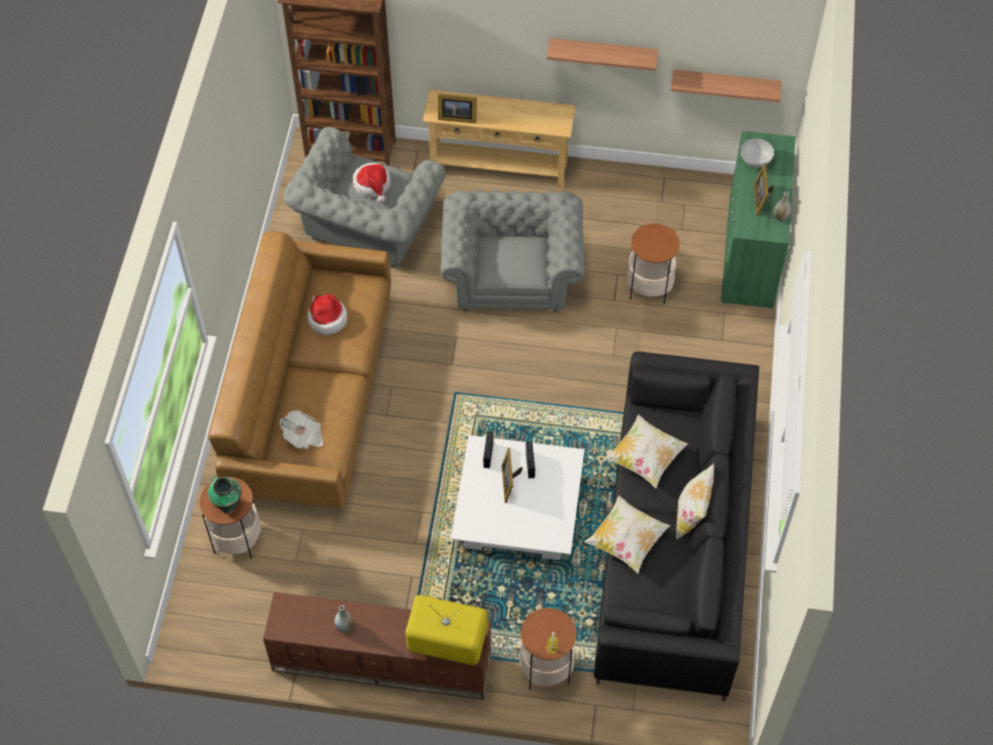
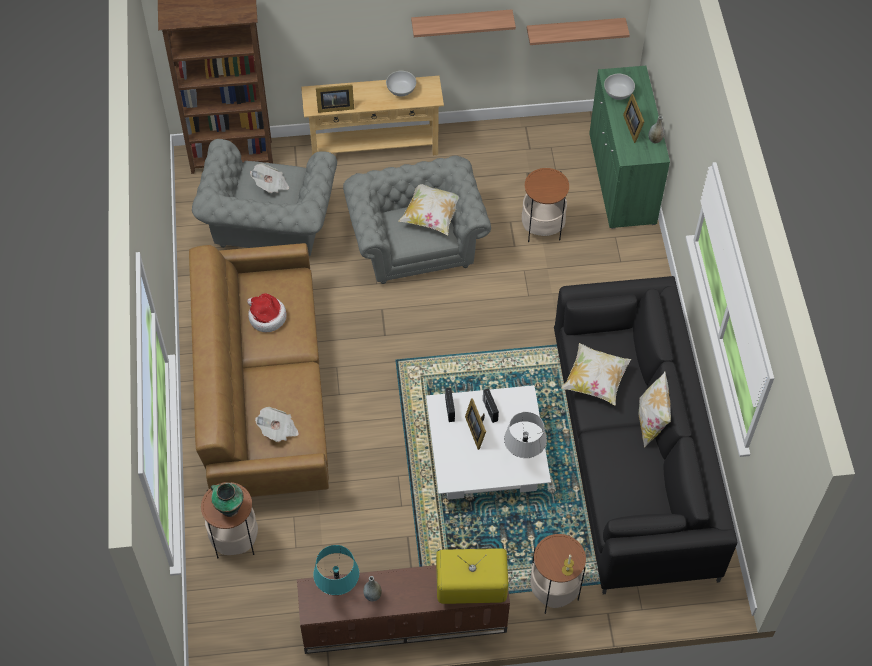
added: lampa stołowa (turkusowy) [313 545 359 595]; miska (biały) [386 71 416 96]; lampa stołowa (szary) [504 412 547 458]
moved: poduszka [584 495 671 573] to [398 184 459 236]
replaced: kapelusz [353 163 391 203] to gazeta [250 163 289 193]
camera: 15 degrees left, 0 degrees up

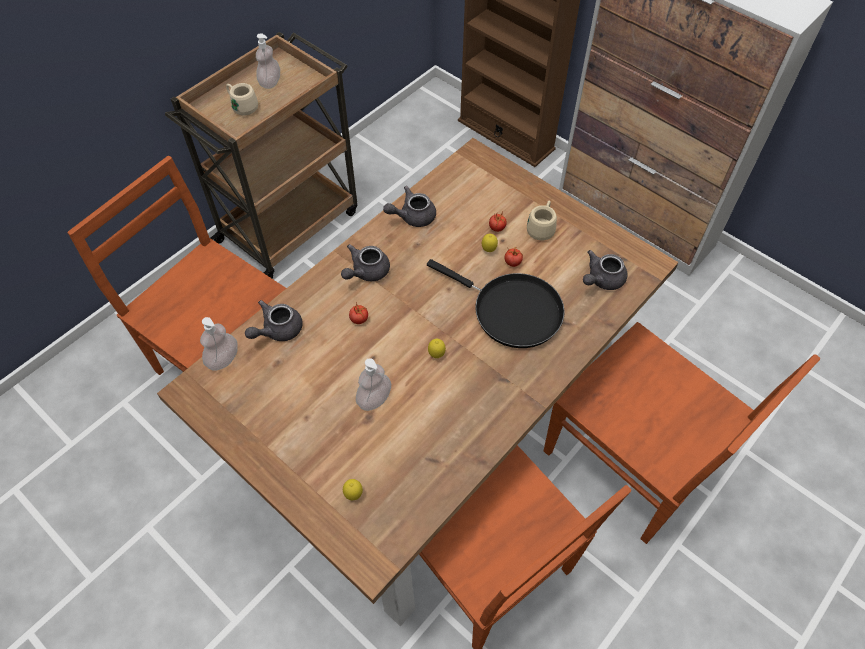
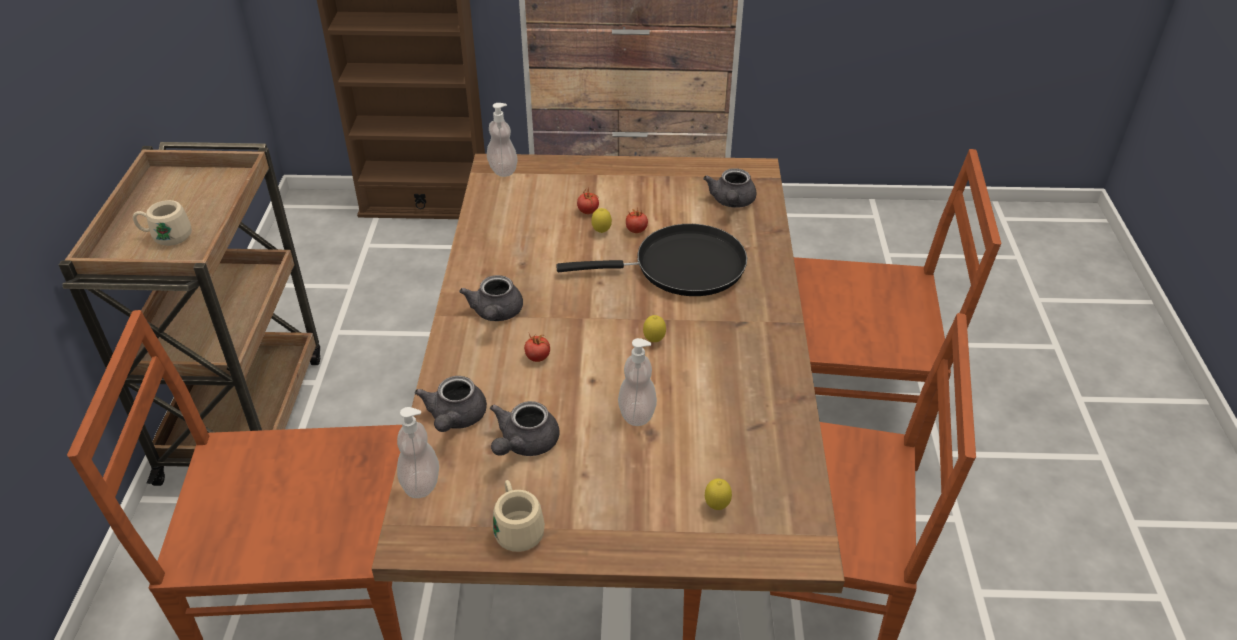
moved: dozownik mydła [256 33 280 89] to [487 103 518 177]; imbryk (szary) [383 186 436 227] to [490 401 559 456]; kubek (beżowy) [527 200 557 240] to [493 480 545 552]
camera: 40 degrees left, 15 degrees down

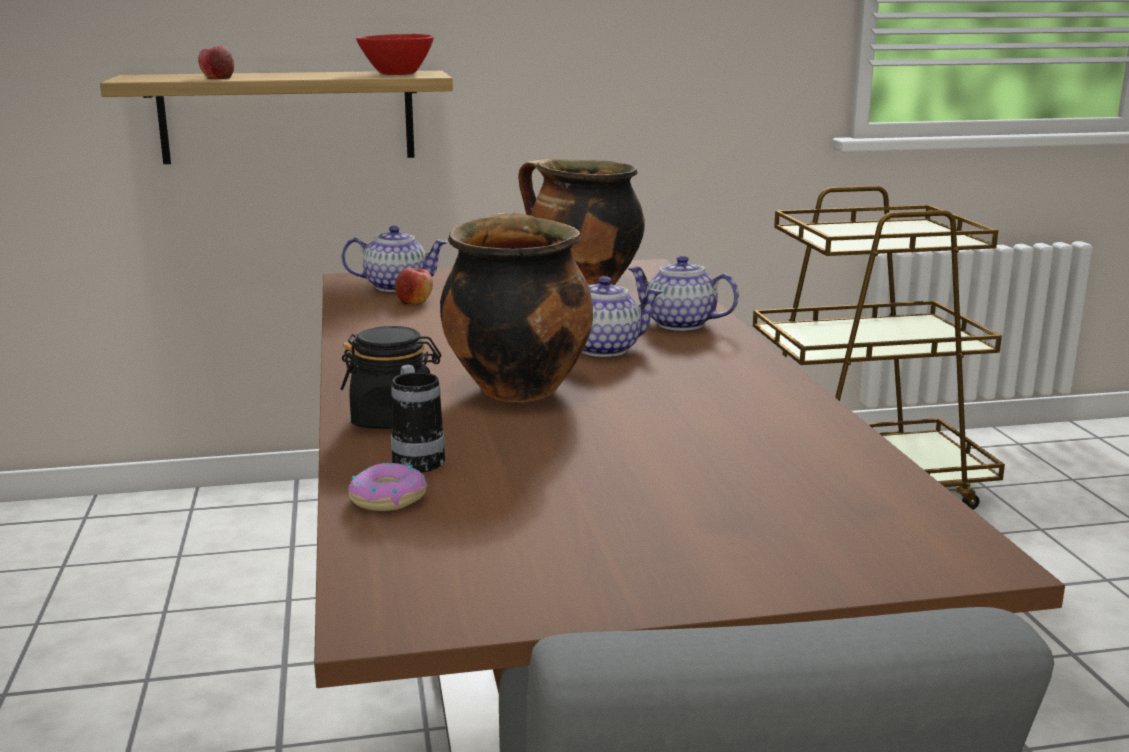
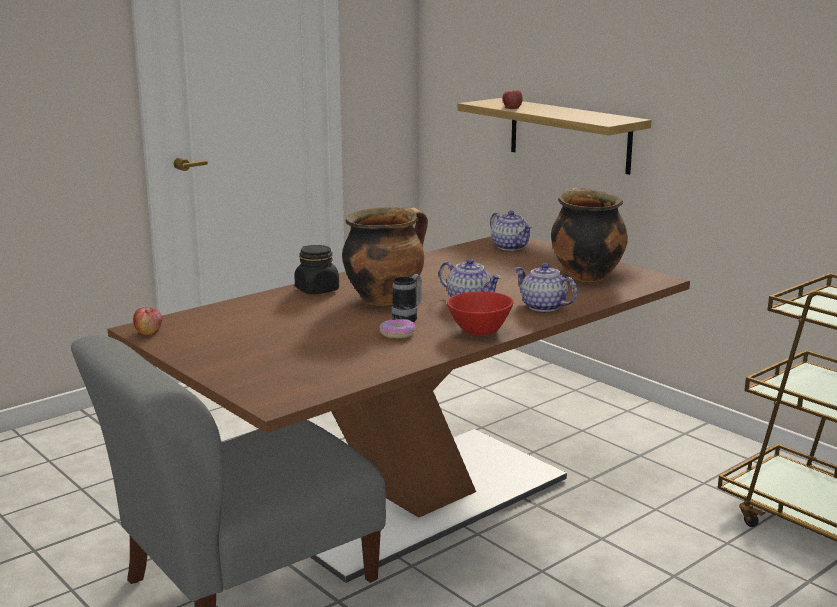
moved: donut [348 463 428 511] to [380 319 416 338]; miska (czerwony) [356 34 434 75] to [447 292 514 335]; kubek [391 364 445 472] to [391 274 422 322]; jabłko [395 268 433 304] to [133 307 162 335]
turned: imbryk [628 255 739 331] = [514 263 578 312] 45 degrees counterclockwise
camera: 60 degrees right, 0 degrees up

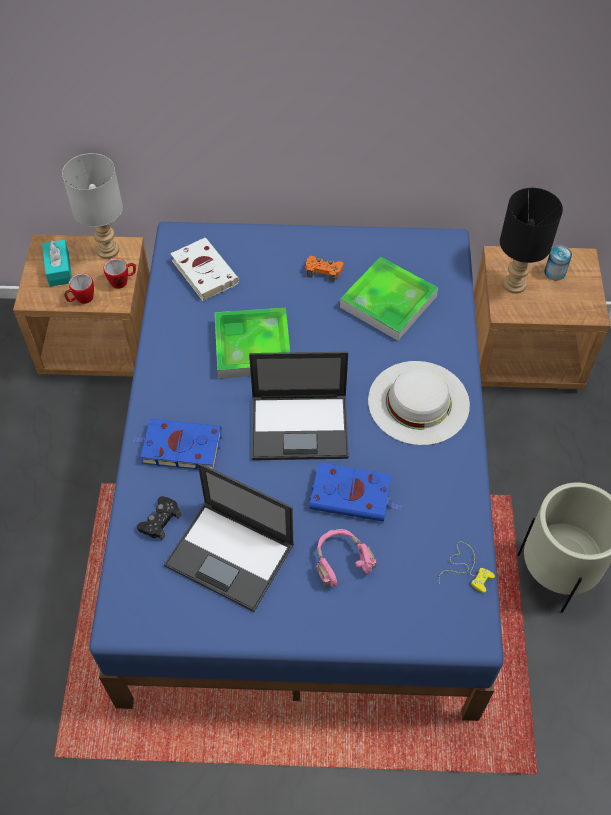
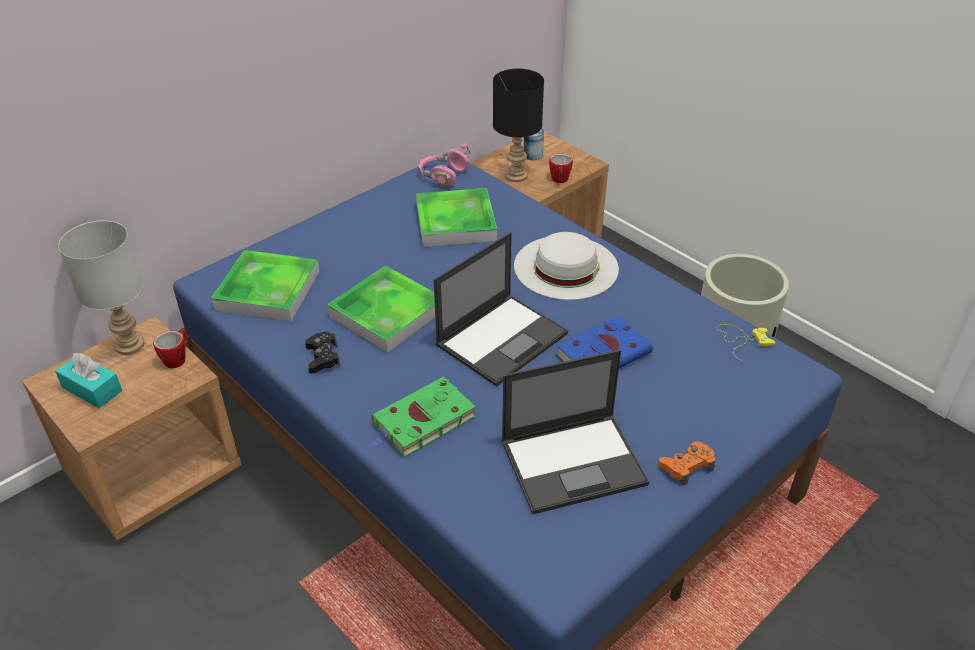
moved: kubek [64 273 94 304] to [549 153 573 183]; pad do gier (czarny) [137 496 181 540] to [305 332 340 374]; pad do gier (pomarańczowy) [306 256 343 282] to [658 441 715 486]; słuchawki (różowy) [316 529 377 587] to [419 143 471 187]
replaced: książka (biały) [170 238 239 301] to taca [211 250 319 322]
recoloured: książka (niebieski) [133 419 222 470] to książka (zielony) [369 377 476 457]
camera: 45 degrees left, 15 degrees down

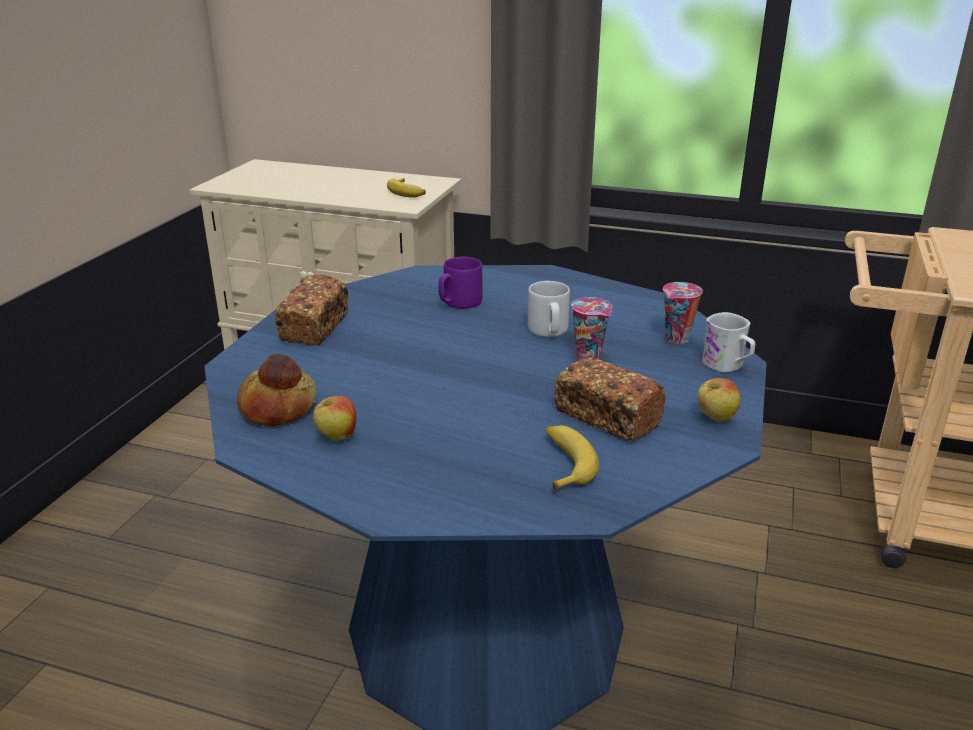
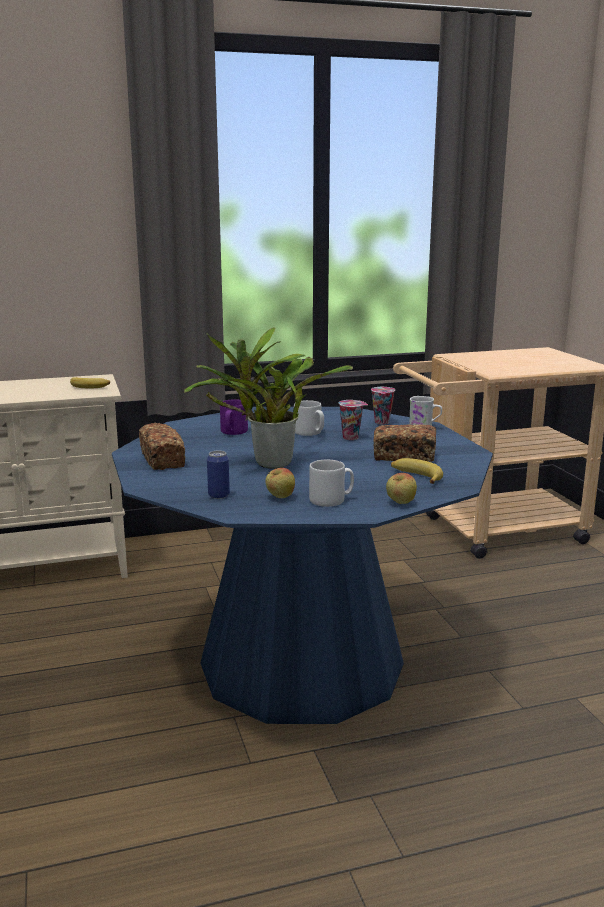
added: roślina doniczkowa [184 327 353 469]; kubek (szary) [309 460 354 507]
moved: jabłko [698 378 741 421] to [386 473 417 504]
replaced: chleb [237 354 317 426] to puszka [207 451 230 499]
camera: 35 degrees left, 10 degrees down

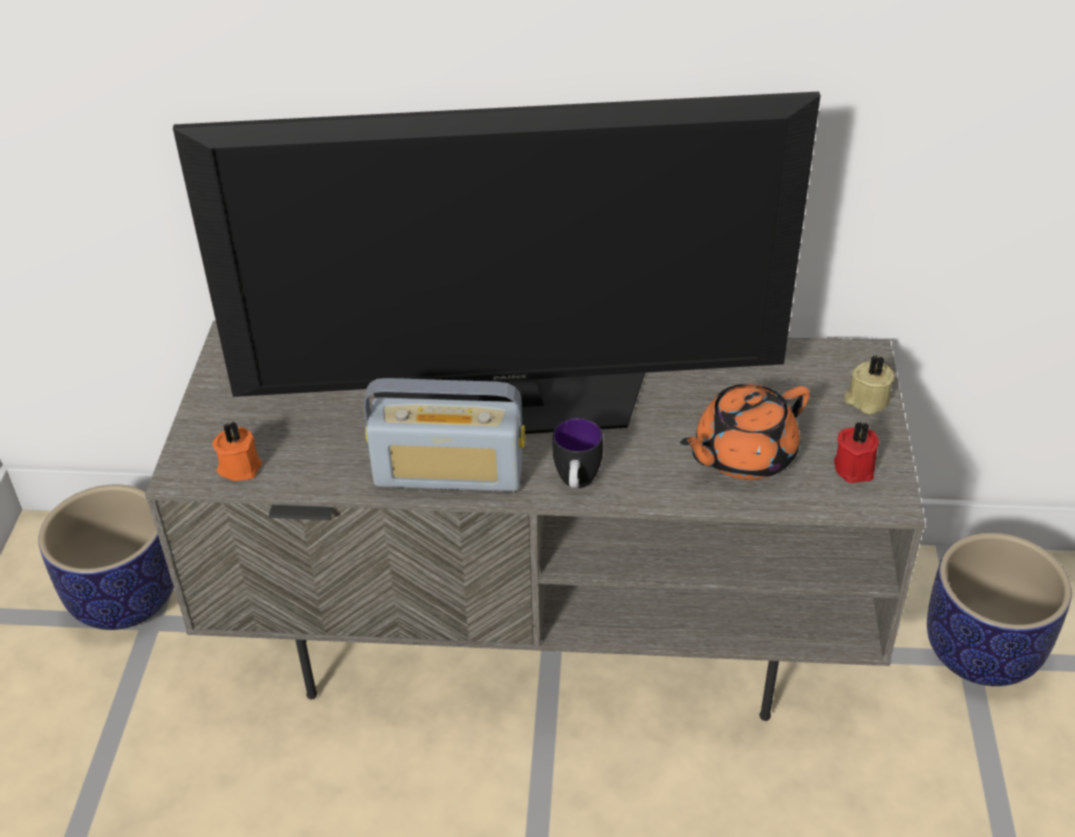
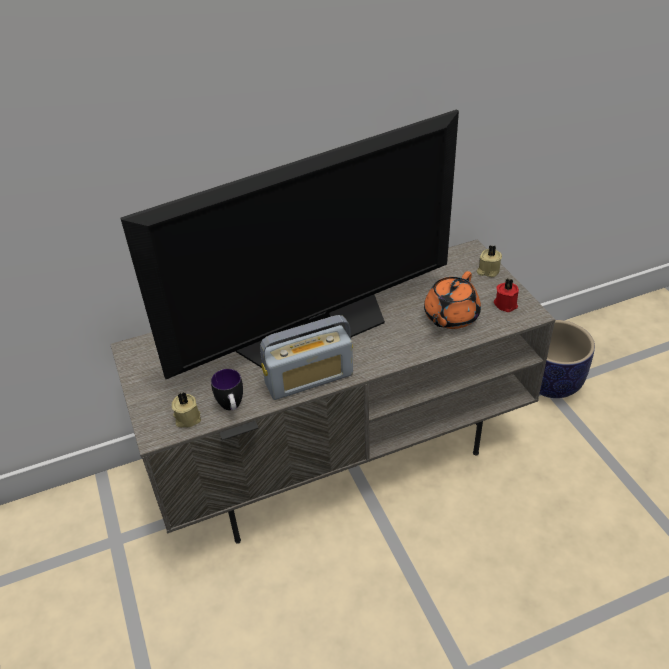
removed: donica [38 485 174 630]
moved: kubek [552 418 603 488] to [211 369 243 410]
recoloured: świeca (pomarańczowy) [212 421 262 481] to świeca (beżowy) [172 392 201 427]
camera: 25 degrees left, 0 degrees up

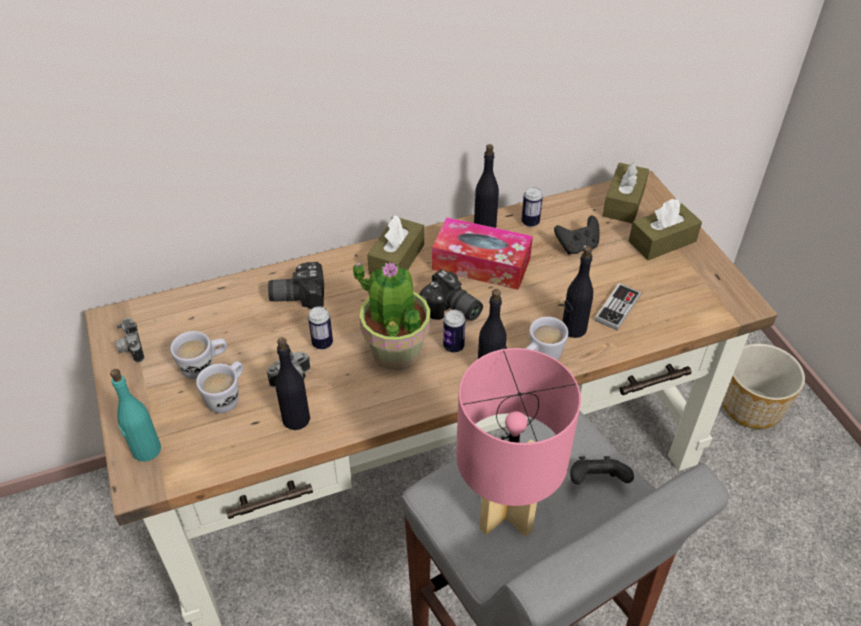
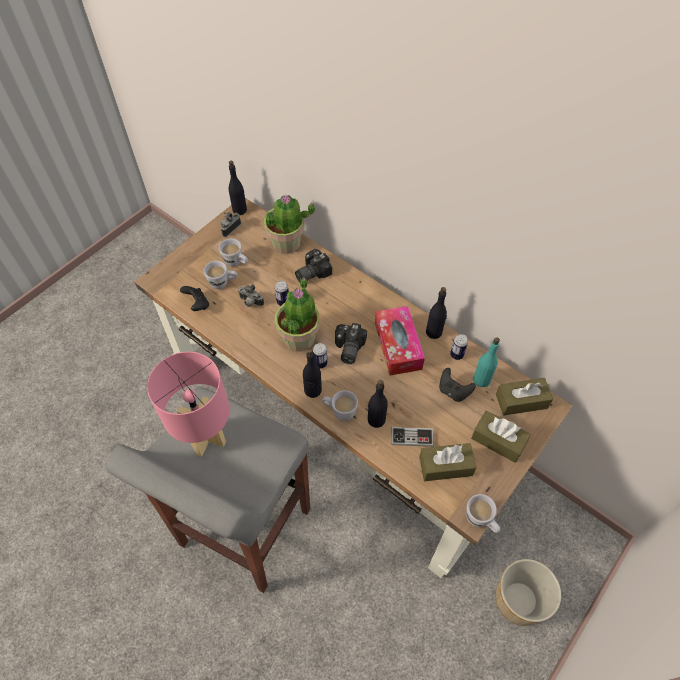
added: roślina doniczkowa [263 195 315 254]; kubek (biały) [466 494 501 533]
moved: butelka (turkusowy) [110 369 161 462] to [473 337 500 387]; butelka (czarny) [275 337 310 430] to [228 161 247 215]; pudełko chusteczek (brązowy) [367 215 424 275] to [419 443 477 481]; pad do gier (czarny) [570 456 634 484] to [180 286 209 311]
turned: aparat fotograficzny [268 262 324 309] = [295 249 332 282] 90 degrees counterclockwise
camera: 60 degrees right, 10 degrees up

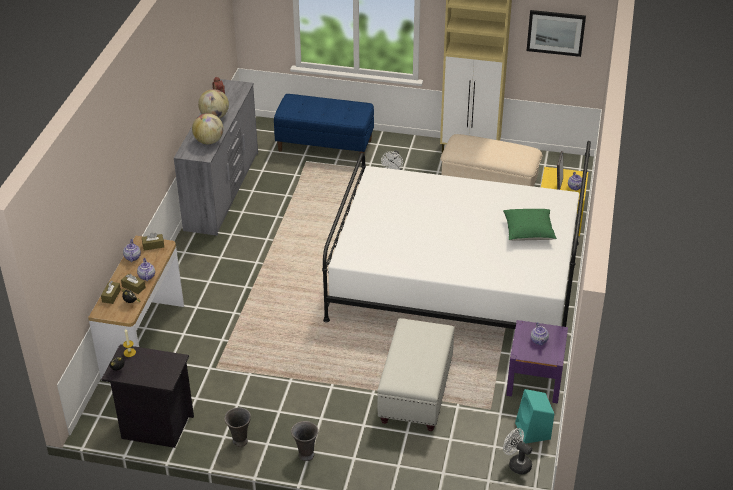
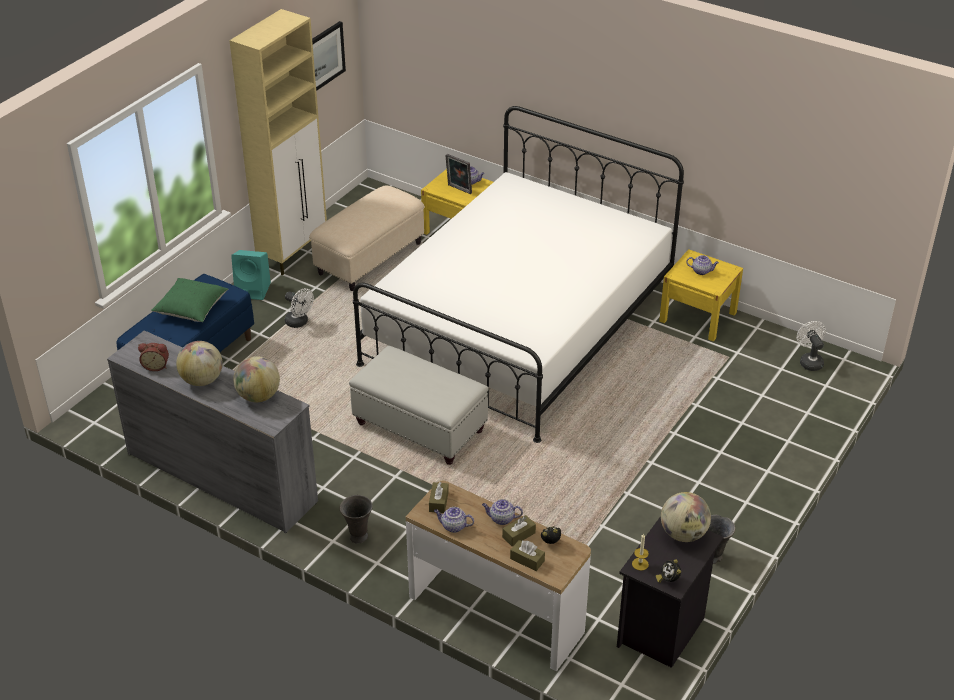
added: globus [661 492 711 542]
moved: wazon (szary) [291 421 318 461] to [340 495 373 544]; pufa (biały) [377 318 455 431] to [349 345 489 465]; poduszka (zielony) [503 209 557 241] to [151 278 228 322]; głośnik (turkusowy) [515 389 554 443] to [231 250 271 300]
recoloured: szafka nocna (fioletowy) [506 320 568 404] to szafka nocna (żółty) [659 249 743 342]
turned: wentylator (biały) [503 428 532 474] = [797 321 826 371] 105 degrees clockwise
camera: 70 degrees left, 0 degrees up

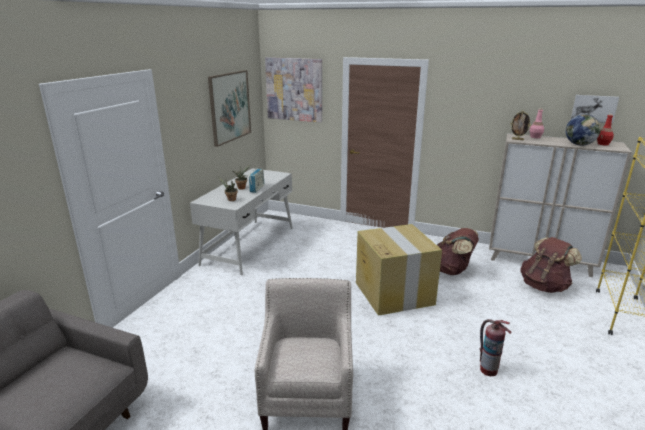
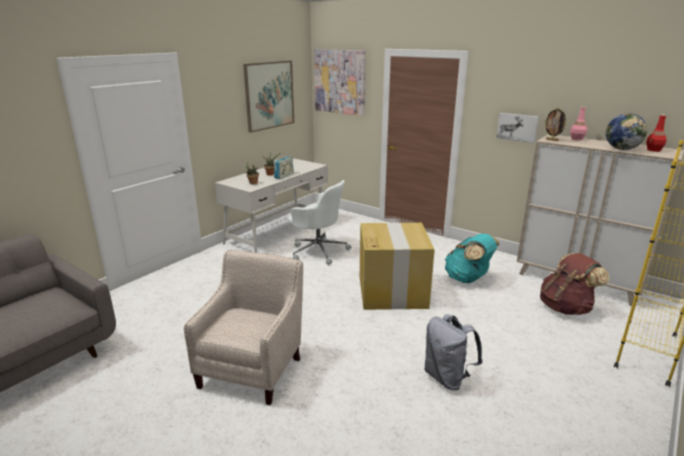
added: krzesło biurowe (biały) [288 180 351 265]
moved: obraz [571 95 619 123] to [496 113 539 143]
replaced: gaśnica [480 319 512 376] to plecak (szary) [425 314 482 390]
recoloured: plecak (brązowy) [437 228 479 275] to plecak (turkusowy) [445 234 500 283]
camera: 15 degrees right, 0 degrees up

